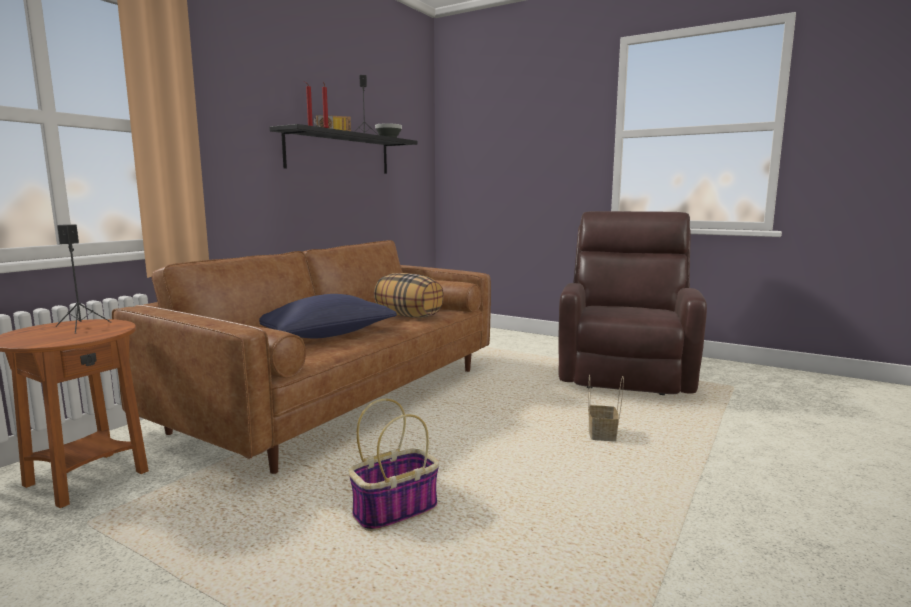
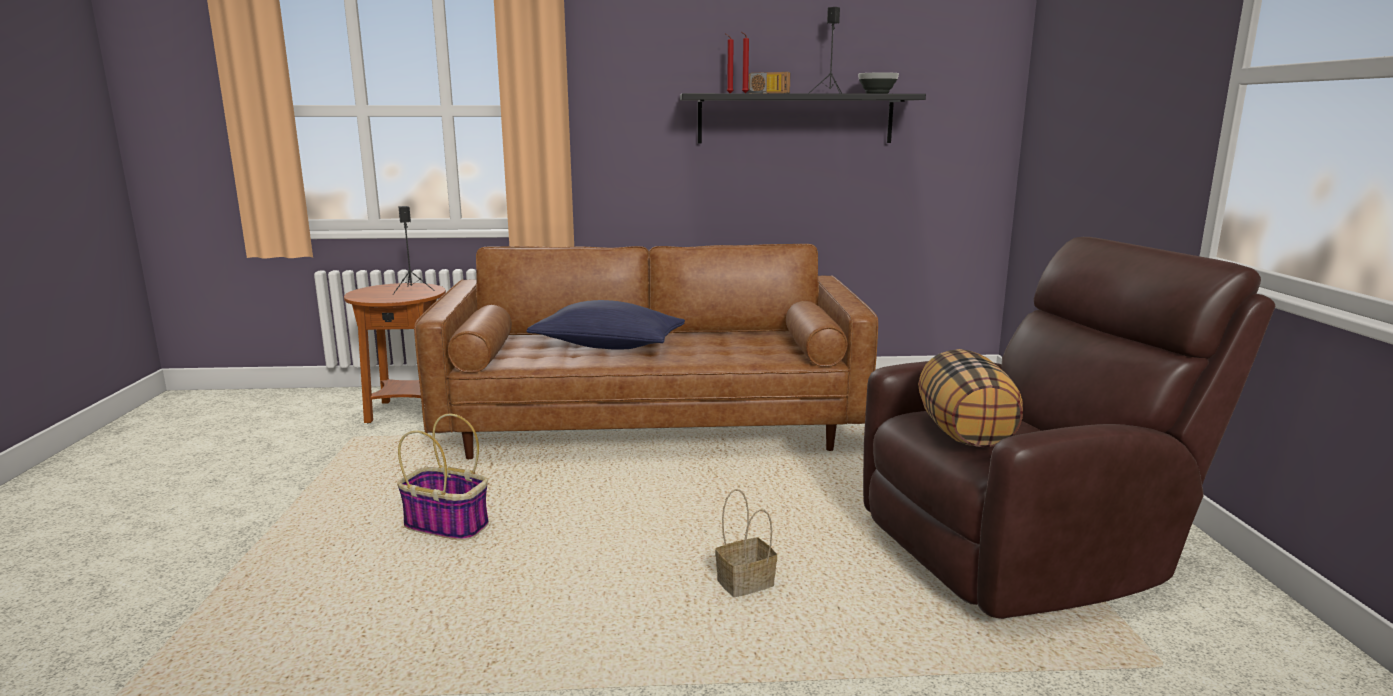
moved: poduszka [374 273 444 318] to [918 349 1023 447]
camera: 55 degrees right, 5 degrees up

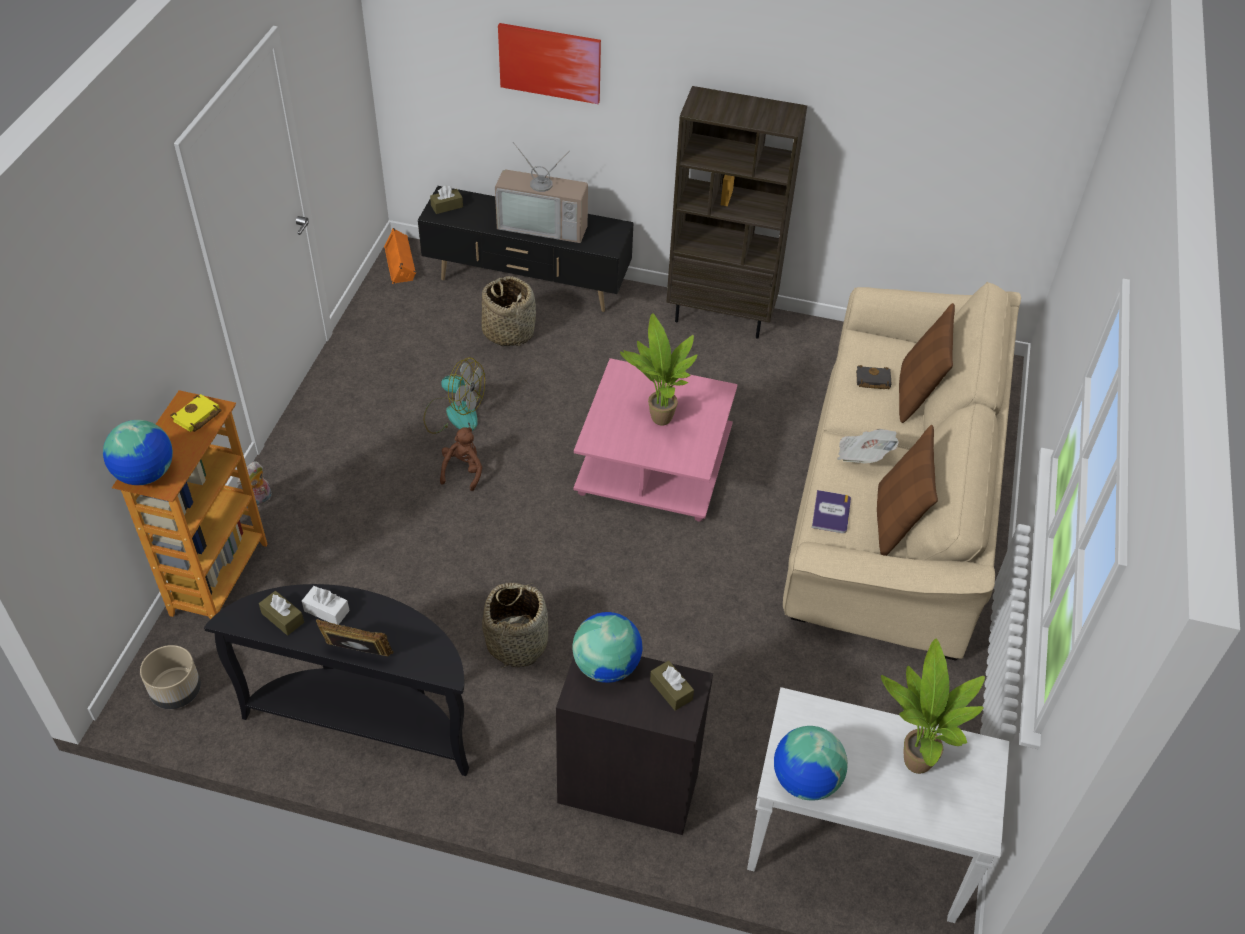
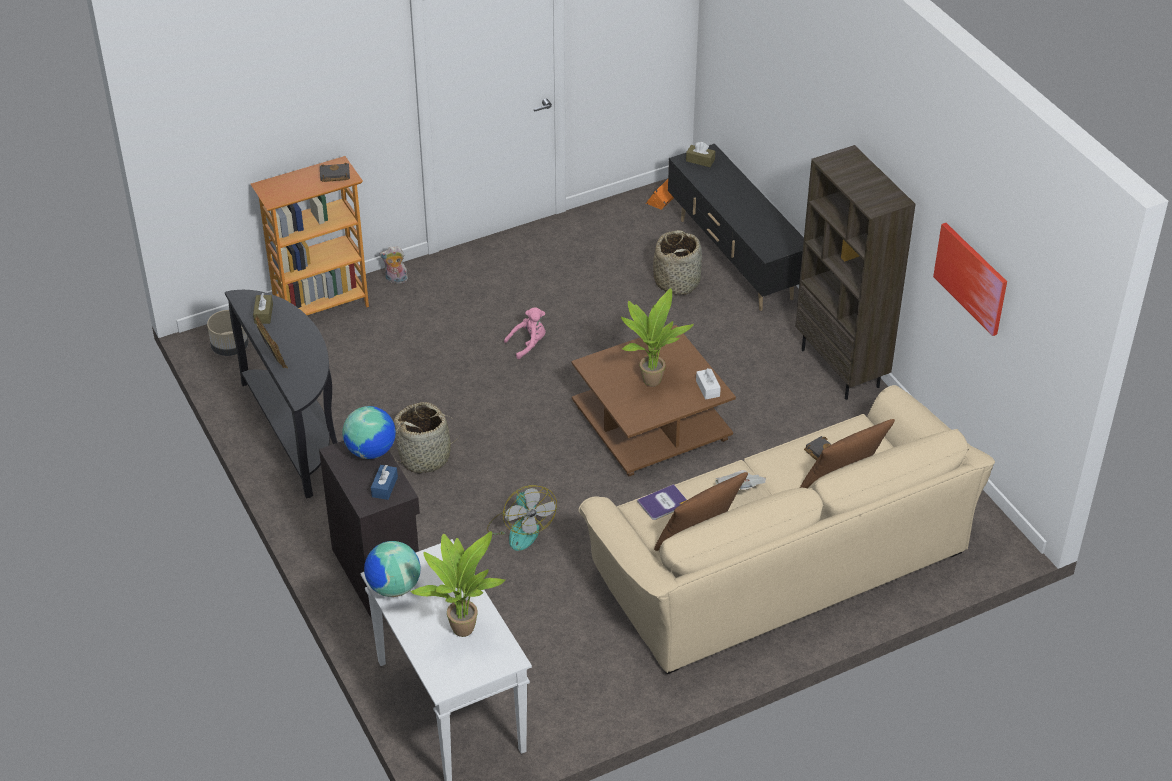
removed: globus [103 420 173 485]; telewizor [495 142 588 243]
moved: pudełko chusteczek (biały) [302 586 350 625] to [696 368 721 400]; wentylator [423 357 485 434] to [487 485 557 551]; obraz [498 23 601 104] to [933 223 1007 336]
recoloured: książka (żółty) [170 394 222 432] to książka (czarny) [320 163 350 182]; pluszak (brązowy) [440 427 482 491] to pluszak (różowy) [504 307 545 359]; ława (różowy) [574 358 738 521] to ława (brązowy) [571 325 736 476]; pudełko chusteczek (brązowy) [650 660 694 711] to pudełko chusteczek (niebieski) [371 465 398 500]
camera: 50 degrees right, 5 degrees down

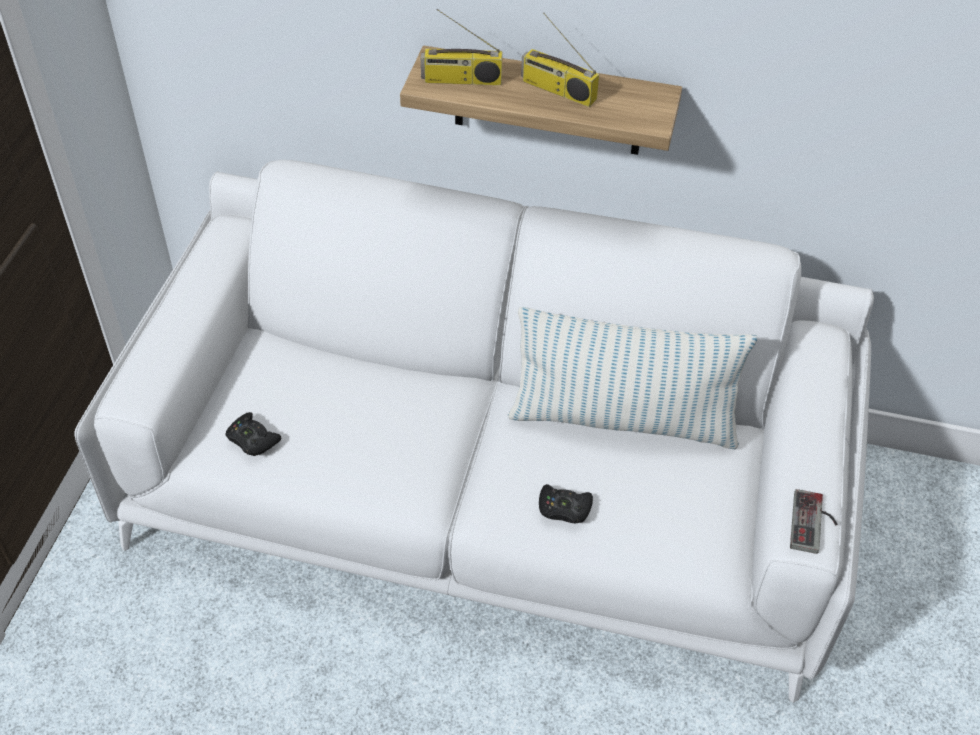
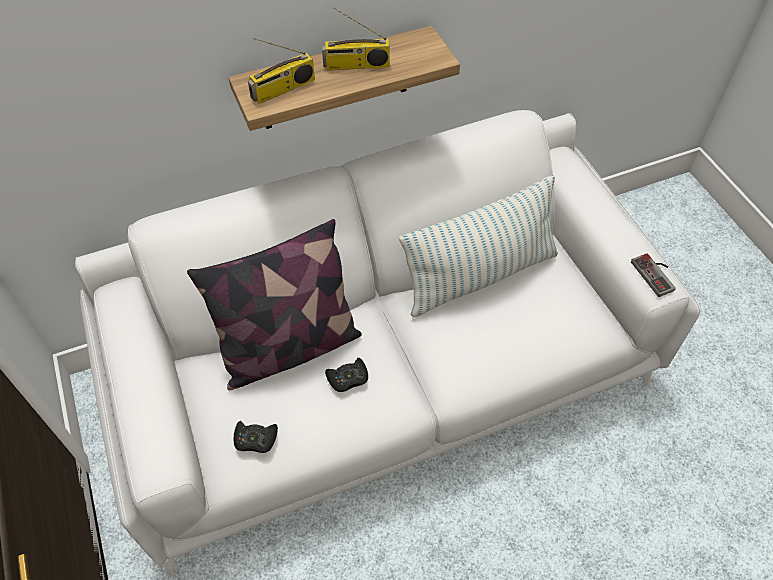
added: poduszka [187 219 362 390]
moved: pad do gier (czarny) [539 484 593 524] to [325 358 368 392]
camera: 35 degrees left, 5 degrees up

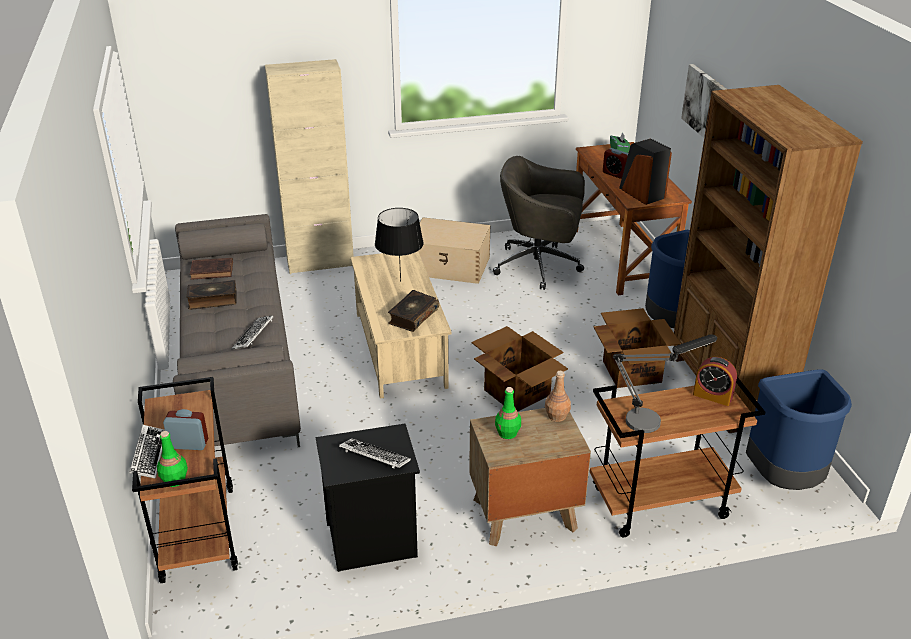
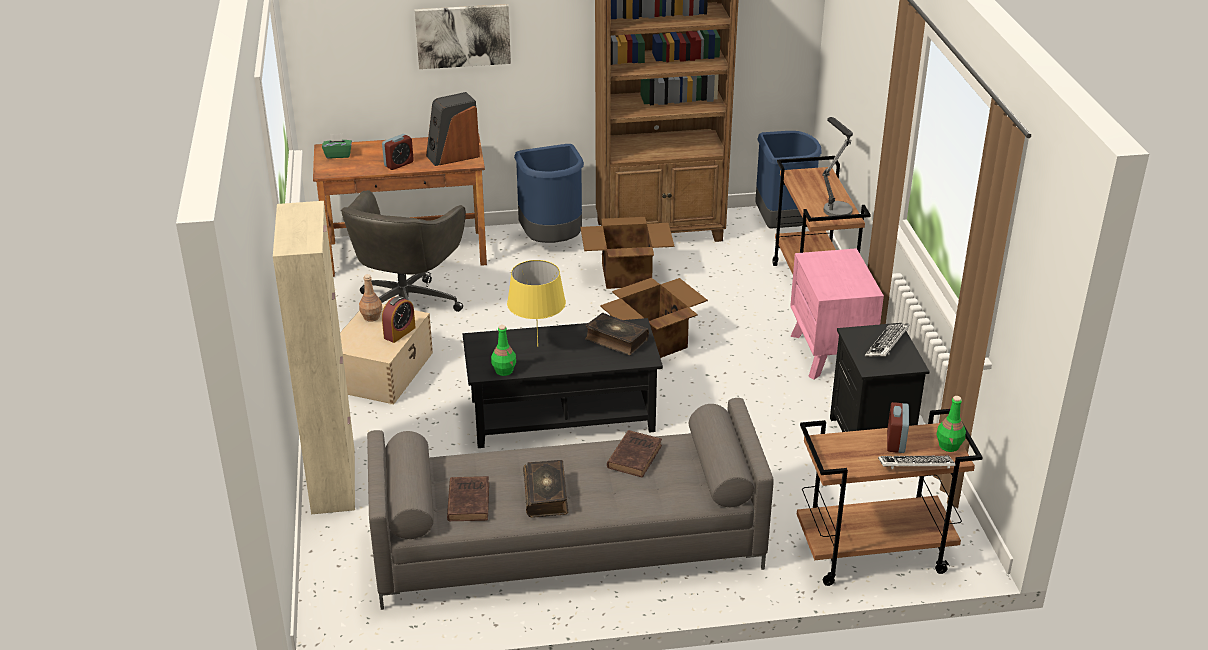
moved: butelka (zielony) [495 387 521 439] to [491 325 516 376]; butelka (brązowy) [545 371 571 422] to [359 274 382 322]; budzik [693 357 737 406] to [382 296 416 343]
replaced: klawiatura [232 316 273 350] to książka (brązowy) [607 430 662 477]
recoloured: ława (beżowy) [350 251 452 399] to ława (czarny) [463 318 663 448]; lampa stołowa (czarny) [375 208 424 282] to lampa stołowa (żółty) [507 260 566 347]; szafka nocna (brązowy) [469 408 591 546] to szafka nocna (różowy) [790 248 884 380]
camera: 85 degrees left, 0 degrees up

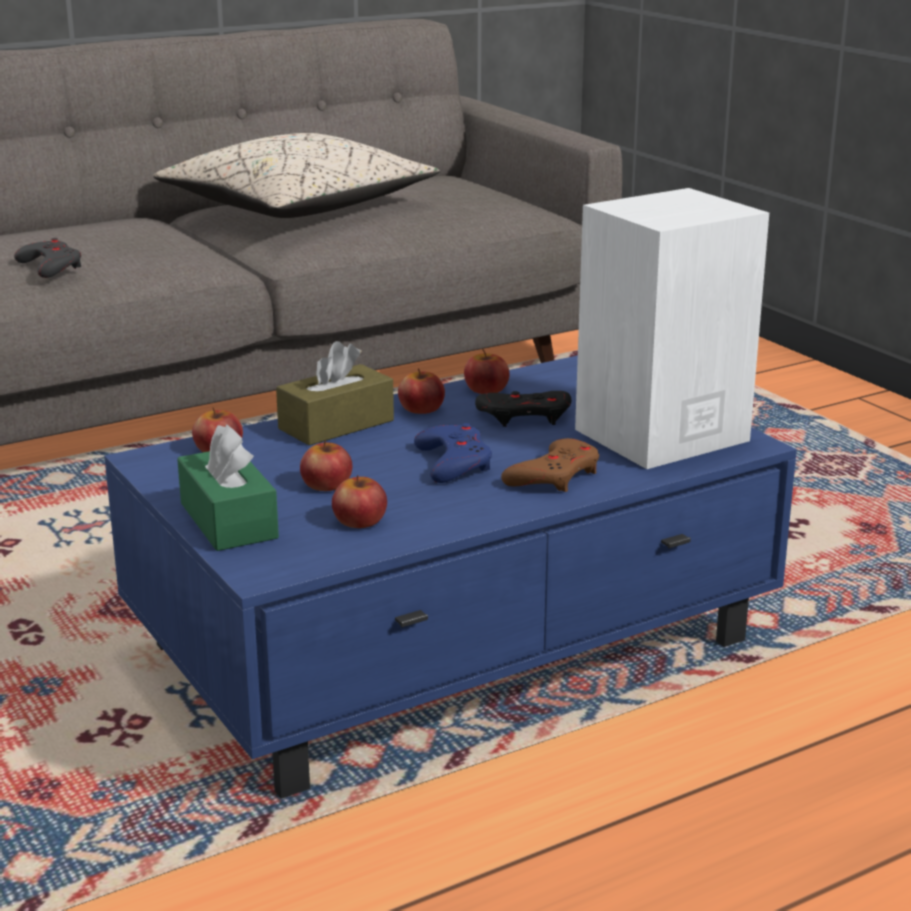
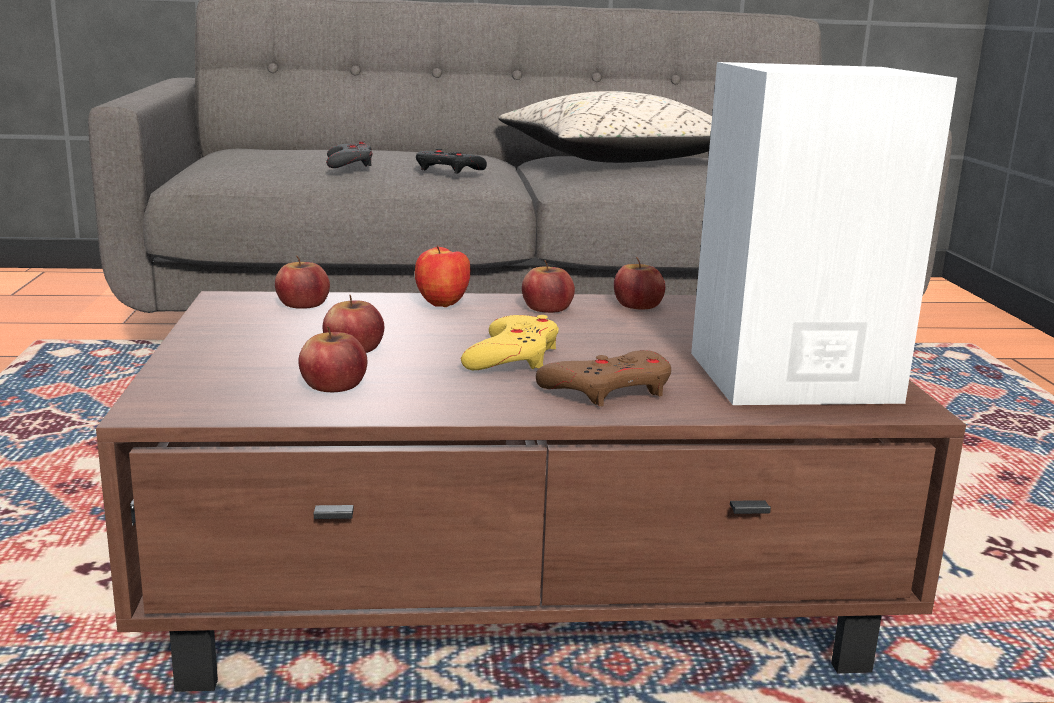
removed: pudełko chusteczek (zielony) [177 424 279 551]
moved: pad do gier (czarny) [475 391 571 427] to [416 148 487 173]
replaced: pudełko chusteczek (brązowy) [276 341 394 445] to jabłko [415 246 470 307]
recoloured: ława (niebieski) [104 355 797 799] to ława (brązowy) [96 291 966 692]; pad do gier (niebieski) [414 423 492 483] to pad do gier (żółty) [461 315 559 370]
camera: 25 degrees right, 5 degrees down

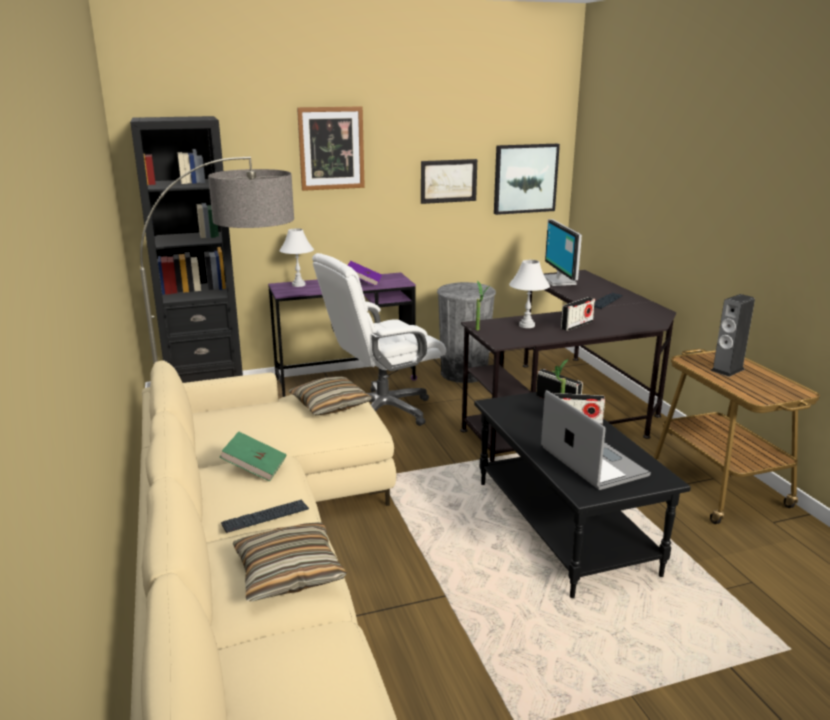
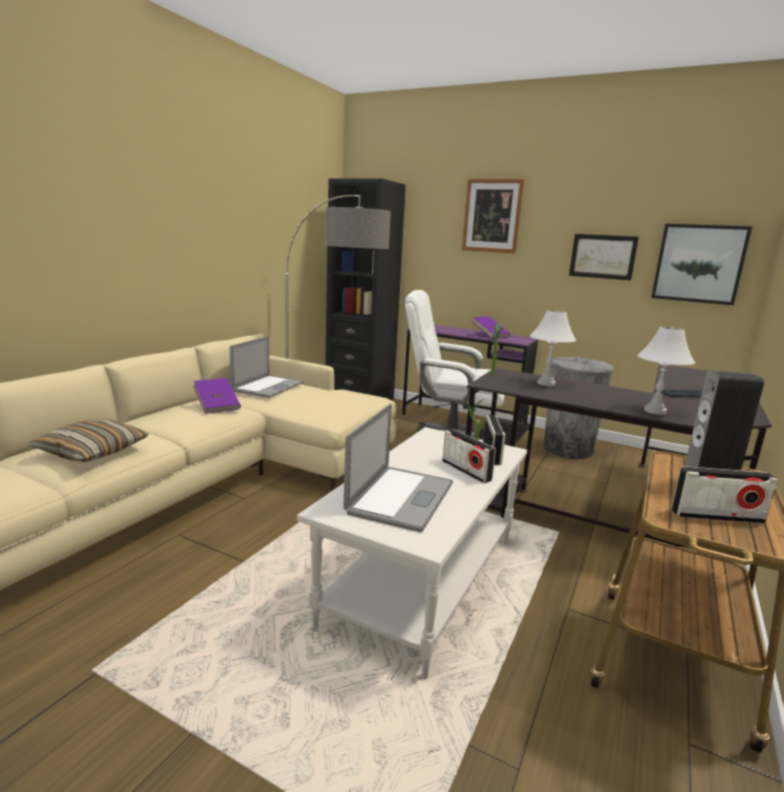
removed: klawiatura [221 500 309 533]; poduszka [288 376 372 415]; monitor [544 219 582 286]
added: laptop [230 336 304 398]
moved: lampa stołowa (biały) [279 228 314 287] to [637 327 695 415]; radio [561 297 595 331] to [671 466 778 524]
recoloured: książka (zielony) [219 431 287 482] to książka (fioletowy) [193 378 241 414]; ława (czarny) [474 392 691 598] to ława (biały) [297 427 527 679]
camera: 45 degrees right, 5 degrees down

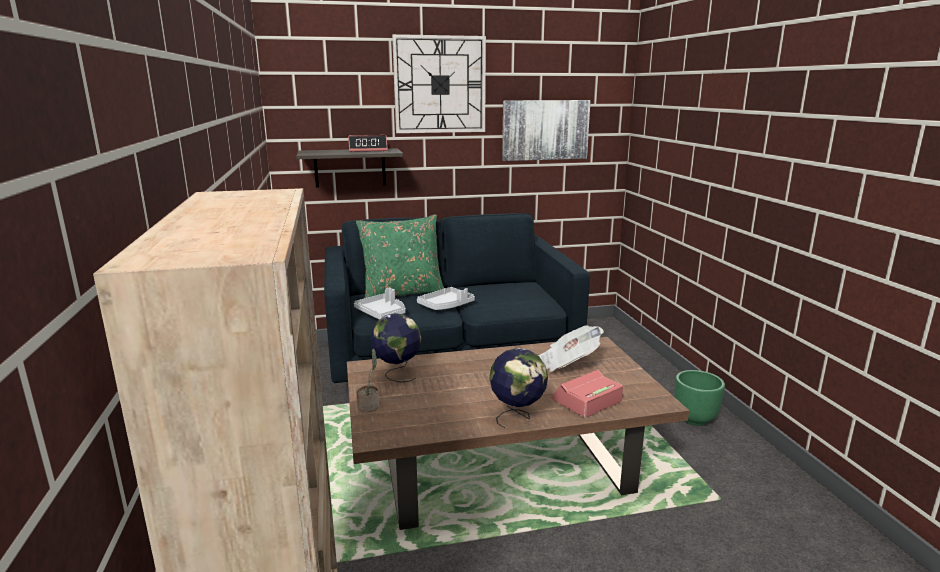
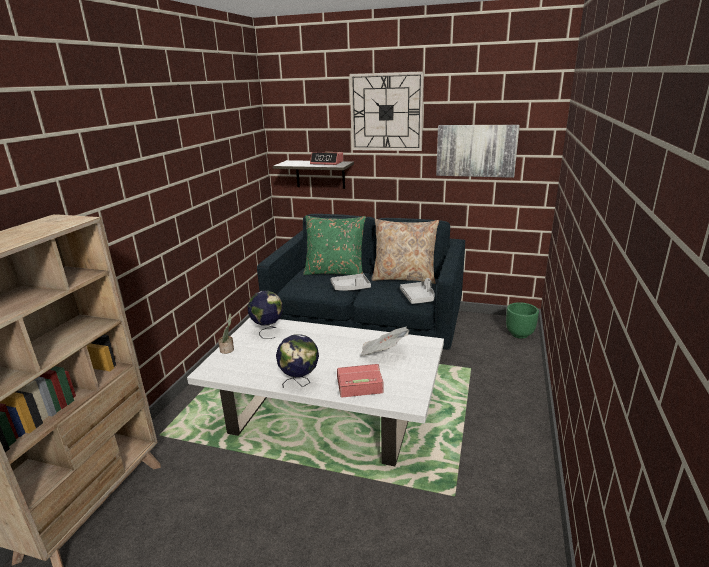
added: poduszka (beżowy) [371 219 439 284]
moved: taca (szary) [354 288 406 320] to [400 278 435 304]; donica (zielony) [674 370 725 426] to [506 302 539 338]
recoloured: ława (brązowy) [347 337 689 530] to ława (biały) [187 318 444 466]
camera: 30 degrees right, 5 degrees up

